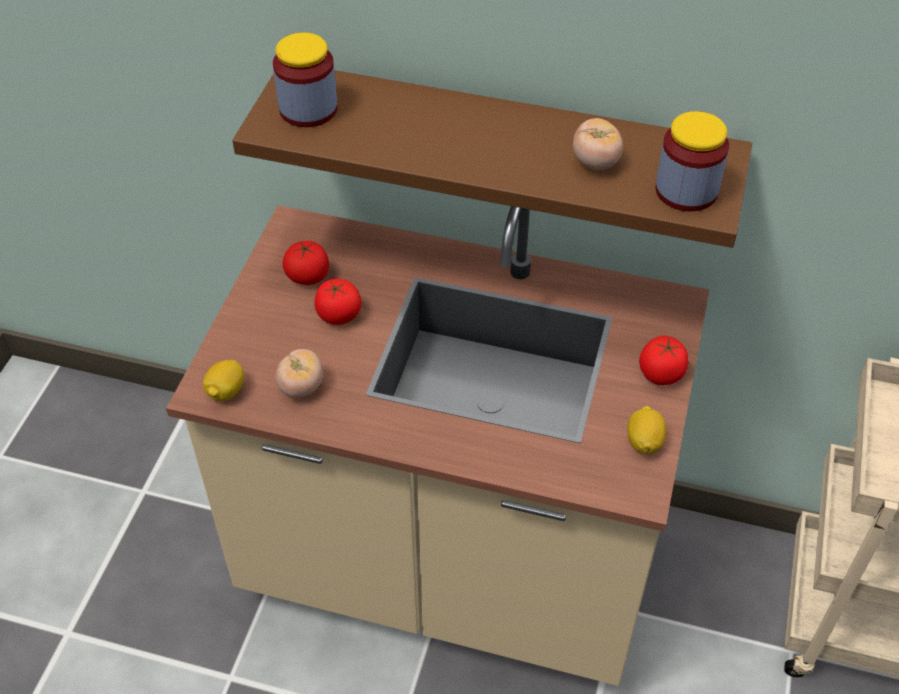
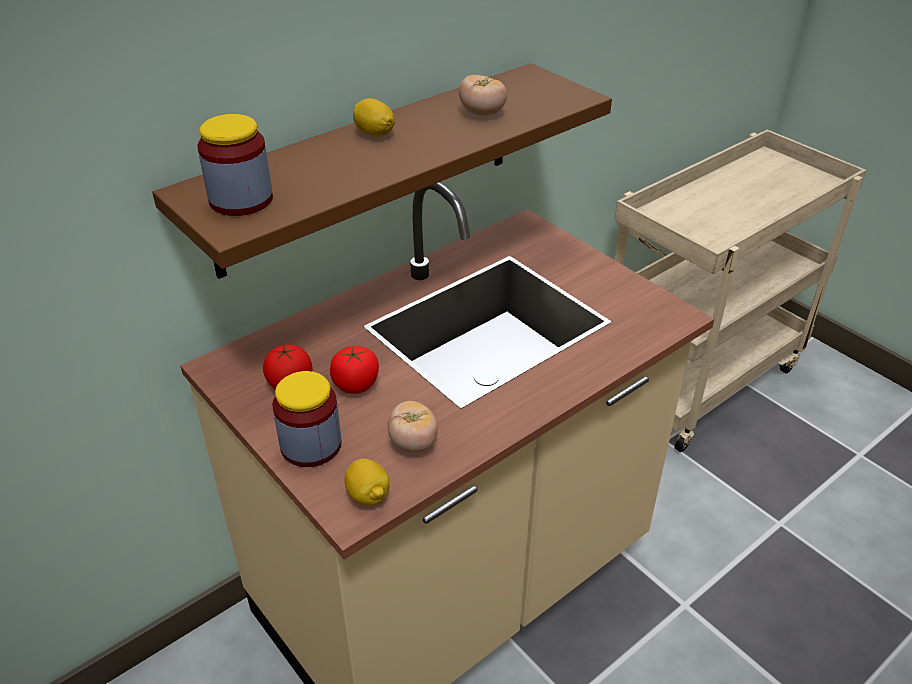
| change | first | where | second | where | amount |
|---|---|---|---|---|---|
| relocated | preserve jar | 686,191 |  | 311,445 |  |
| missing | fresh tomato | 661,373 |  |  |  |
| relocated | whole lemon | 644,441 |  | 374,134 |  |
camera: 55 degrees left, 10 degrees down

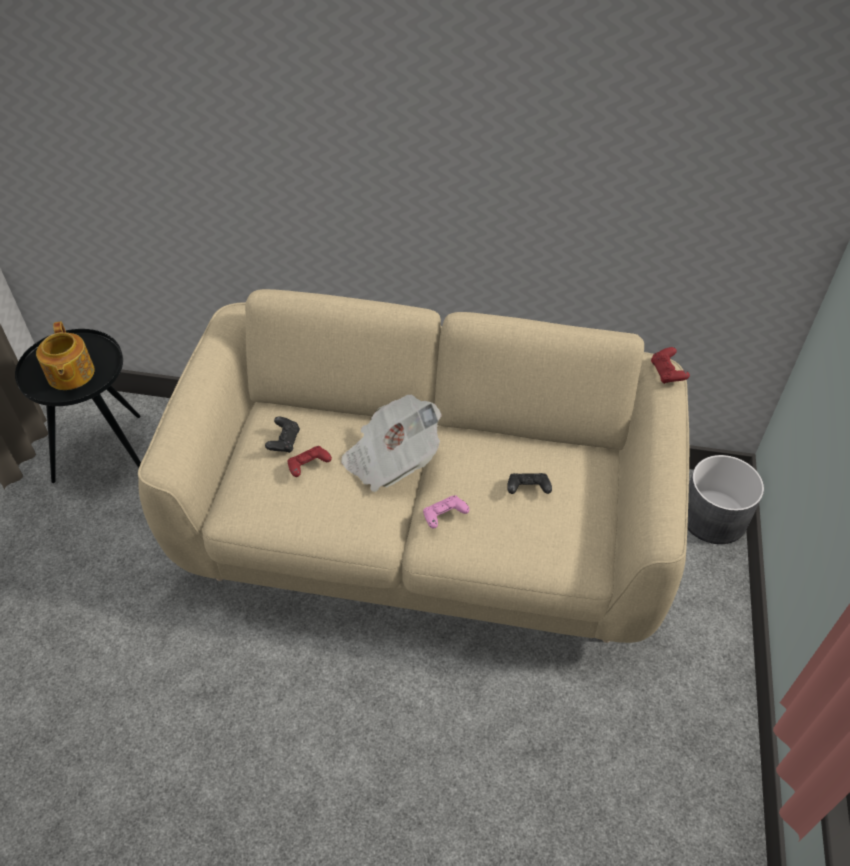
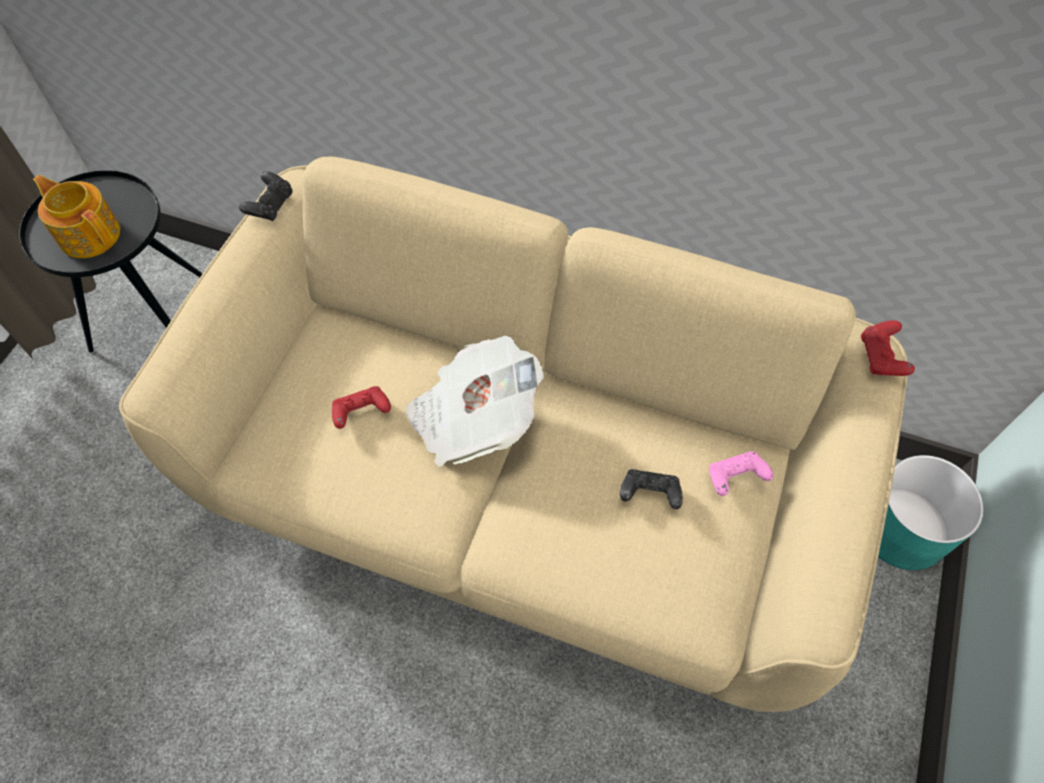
| change | first | where | second | where | amount |
|---|---|---|---|---|---|
| spun | pot for tea | 70,374 |  | 89,234 | 135 degrees clockwise |
| relocated | black-coloured game controller | 284,441 |  | 270,206 |  |
| colour | grey flower pot | 713,517 | blue-green flower pot | 903,529 |  |
| relocated | pink-coloured game controller | 444,517 |  | 735,478 |  |
camera: 10 degrees right, 10 degrees up

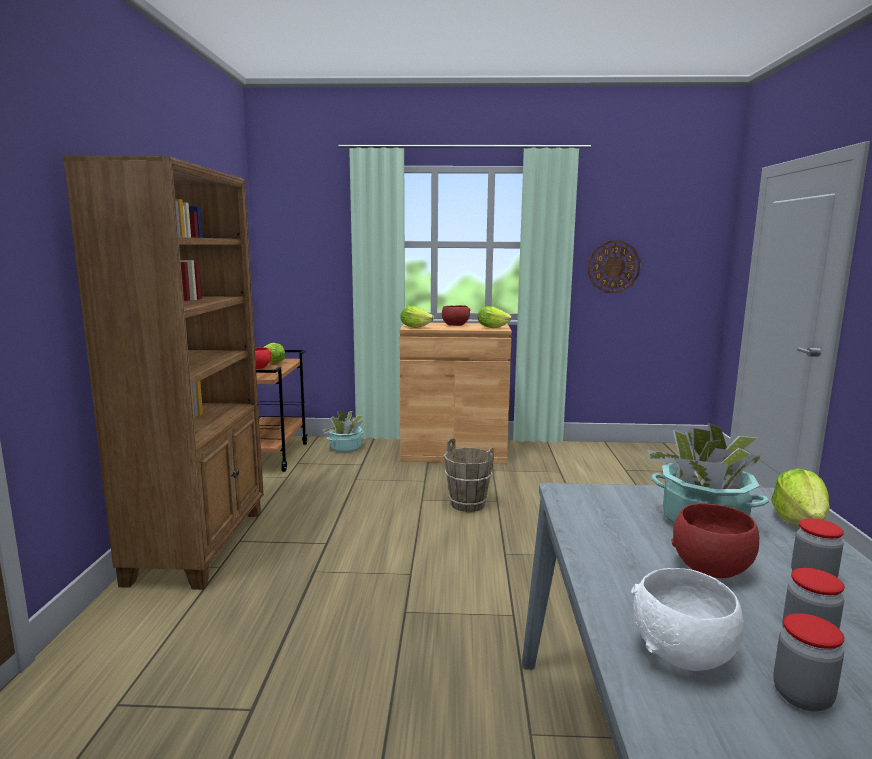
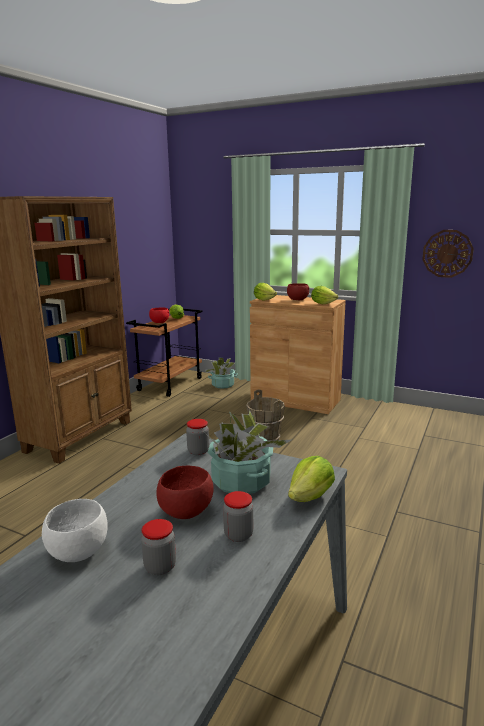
| change | first | where | second | where | amount |
|---|---|---|---|---|---|
| relocated | preserve jar | 802,696 |  | 198,451 |  |
camera: 25 degrees right, 5 degrees up

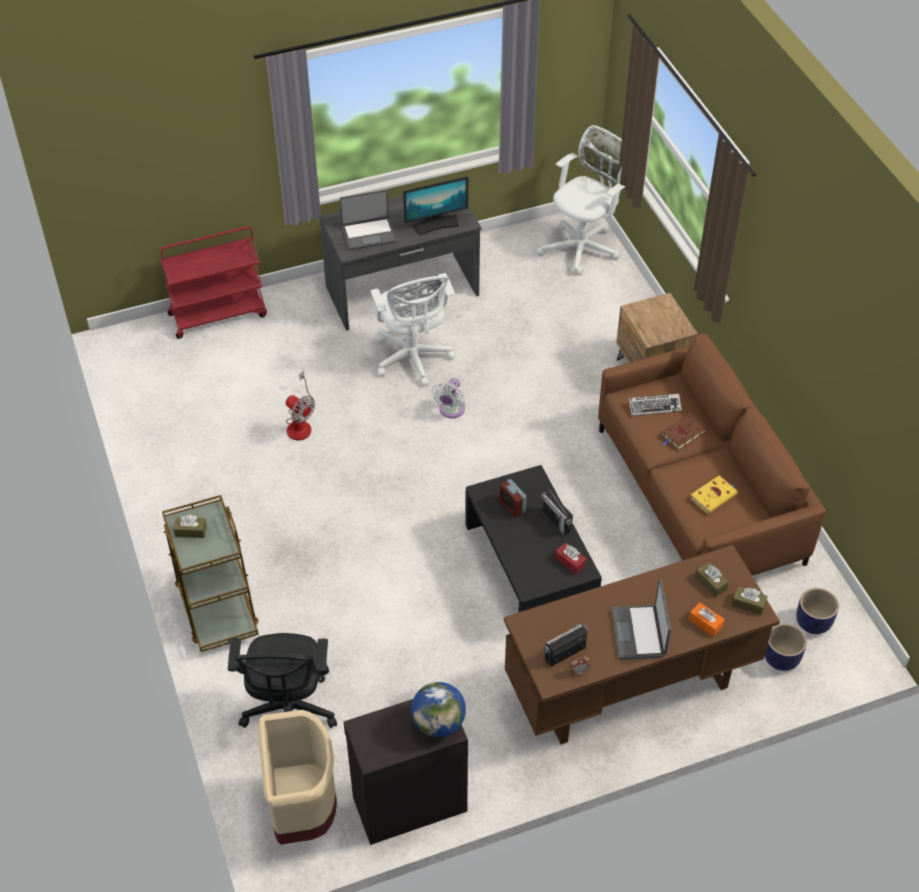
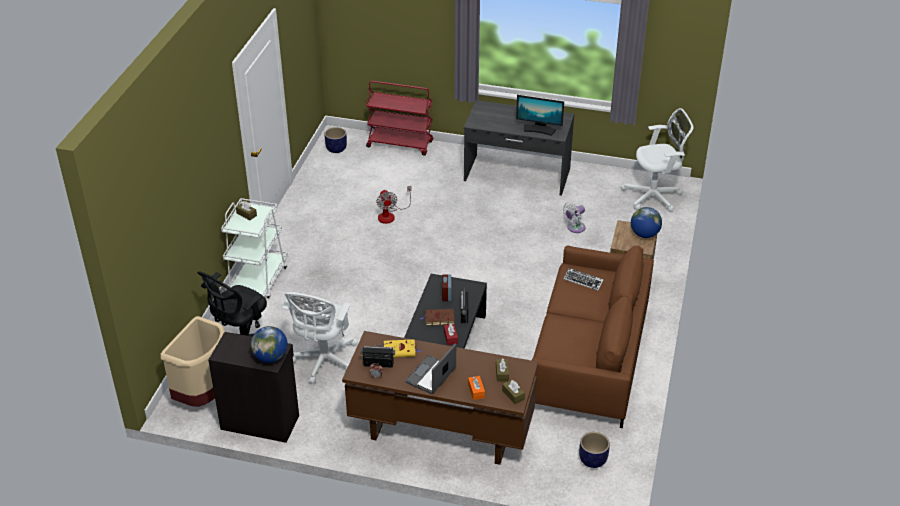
| change | first | where | second | where | amount |
|---|---|---|---|---|---|
| missing | portable computer | 368,234 |  |  |  |
| relocated | whitish office chair | 413,359 |  | 323,362 |  |
| relocated | whitish electric fan | 451,411 |  | 574,228 |  |
| relocated | brownish volume | 682,434 |  | 438,319 |  |
| relocated | yellow volume | 714,496 |  | 400,350 |  |
| colour | brownish wheeled cart | 217,607 | whitish wheeled cart | 258,280 |  |
| relocated | flower pot | 780,658 |  | 336,149 |  |
| appeared |  |  | globe | 644,234 |  |
camera: 35 degrees right, 10 degrees down

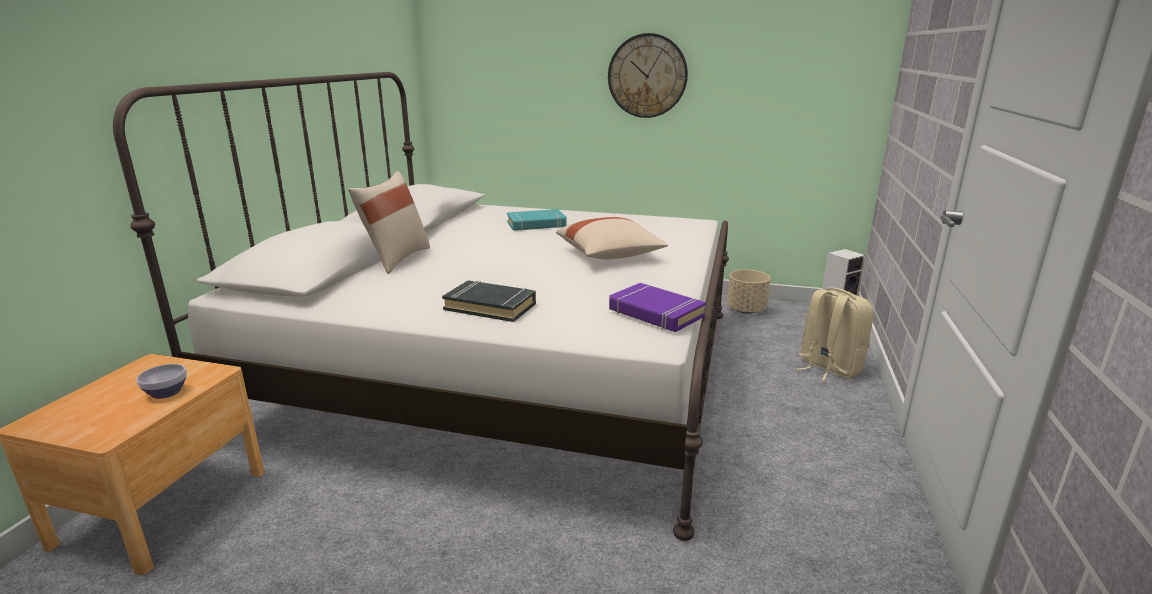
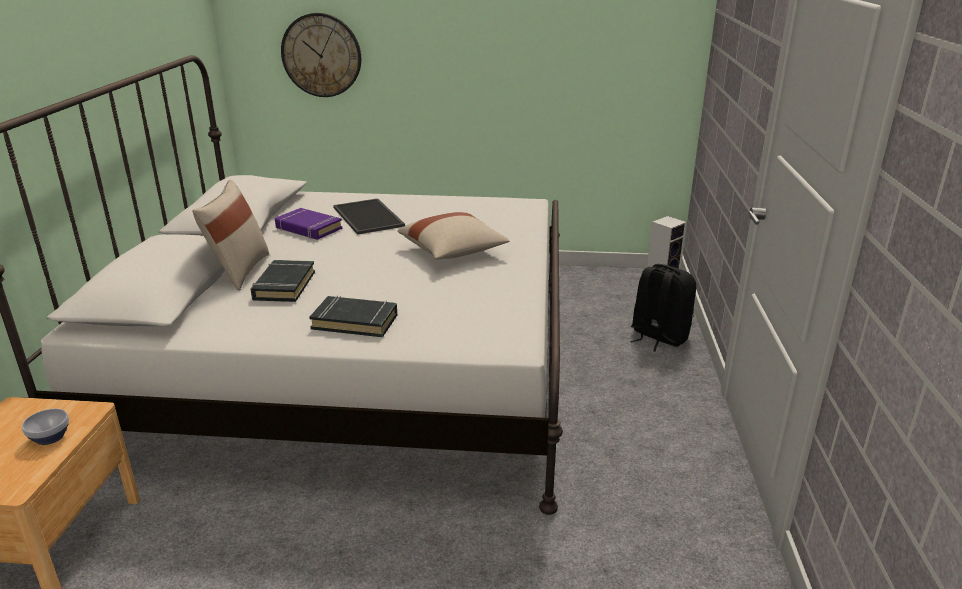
| change | first | where | second | where | amount |
|---|---|---|---|---|---|
| relocated | hanging clock | 647,76 |  | 321,55 |  |
| exchanged | blue-green volume | 536,225 | serving tray | 369,216 |  |
| missing | beige flower pot | 746,310 |  |  |  |
| relocated | purple-coloured volume | 655,313 |  | 308,228 |  |
| colour | beige backpack | 828,367 | black-coloured backpack | 658,337 |  |
| appeared |  |  | black-coloured volume | 284,286 |  |
camera: 10 degrees left, 5 degrees up

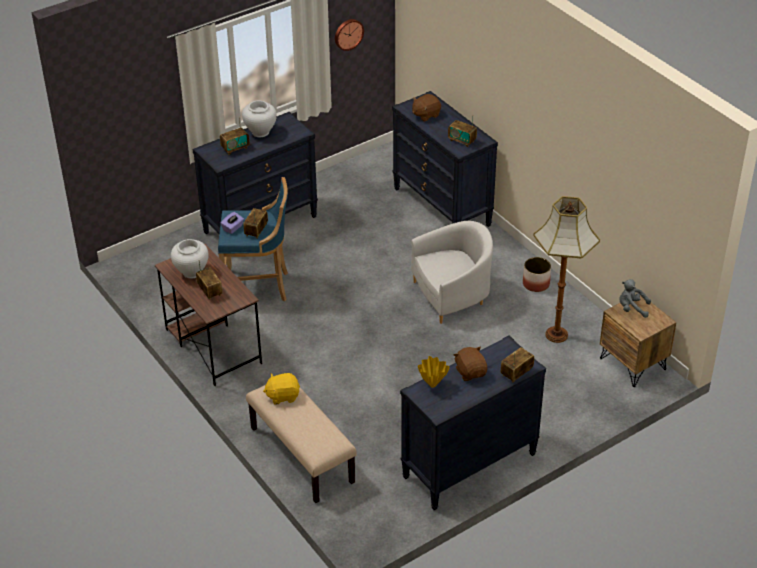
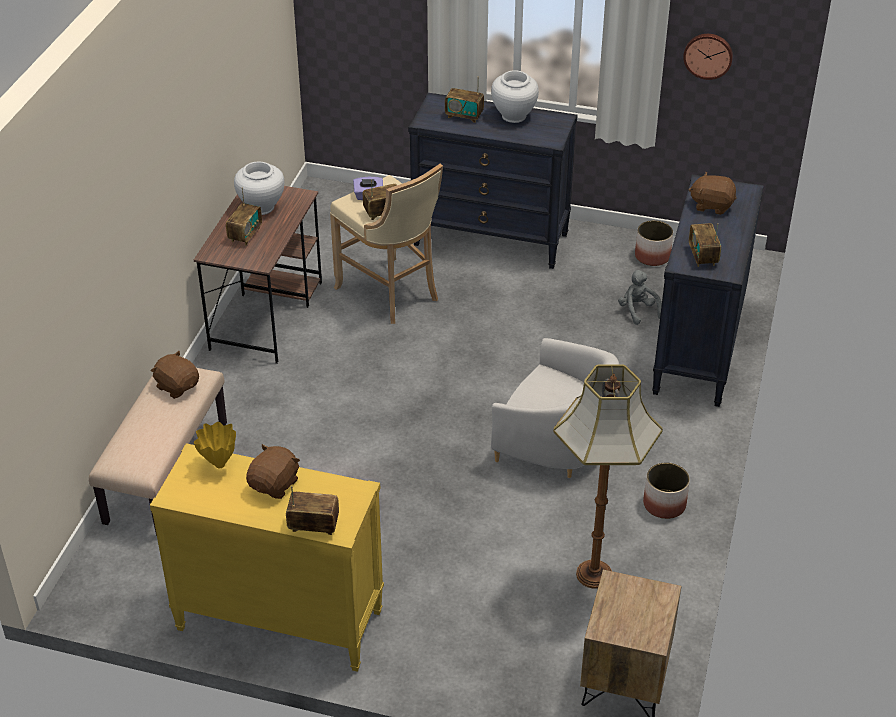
| change | first | where | second | where | amount |
|---|---|---|---|---|---|
| colour | bluish sitting stool | 258,287 | beige sitting stool | 391,294 |  |
| relocated | grey plush toy | 632,308 |  | 638,310 |  |
| colour | black-coloured drawer chest | 469,466 | yellow drawer chest | 279,621 |  |
| colour | yellow plush toy | 283,396 | brownish plush toy | 177,386 |  |
| appeared |  |  | flower pot | 652,256 |  |
camera: 50 degrees right, 0 degrees up

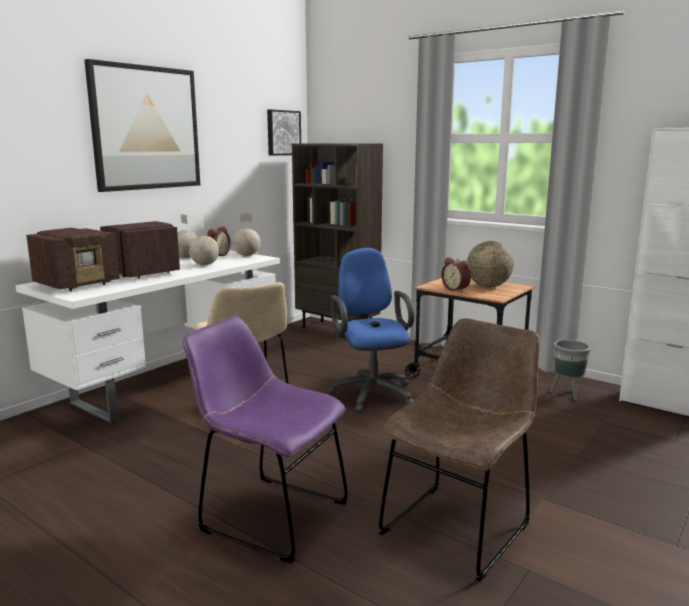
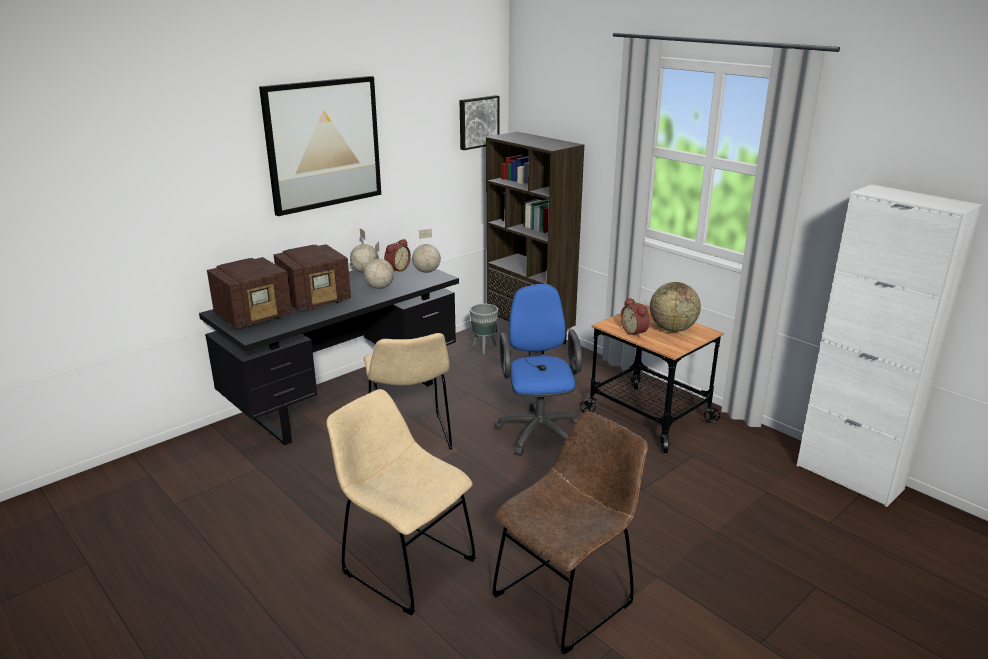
| change | first | where | second | where | amount |
|---|---|---|---|---|---|
| spun | radio | 142,273 |  | 316,299 | 90 degrees clockwise |
| colour | whitish desk unit | 170,384 | black-coloured desk unit | 345,400 |  |
| colour | purple-coloured chair | 268,514 | beige chair | 404,563 |  |
| relocated | grey flower pot | 567,394 |  | 484,348 |  |
camera: 10 degrees right, 10 degrees up

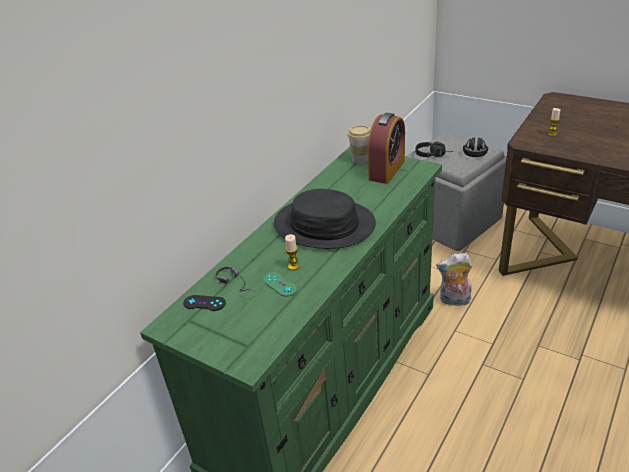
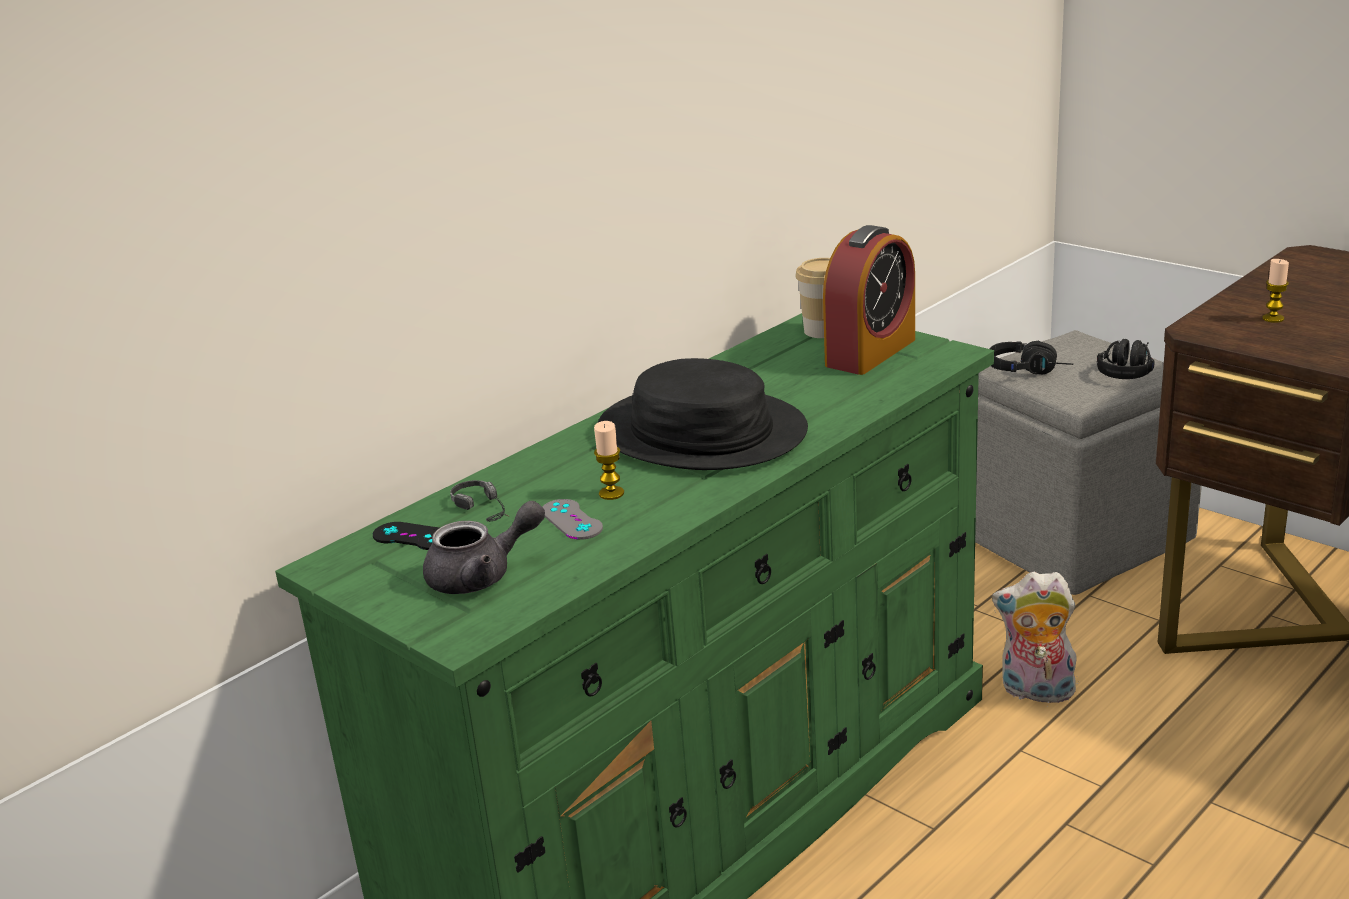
| change | first | where | second | where | amount |
|---|---|---|---|---|---|
| colour | greenish game controller | 279,284 | grey game controller | 571,520 |  |
| appeared |  |  | grey pot for tea | 482,576 |  |
camera: 10 degrees right, 10 degrees down

